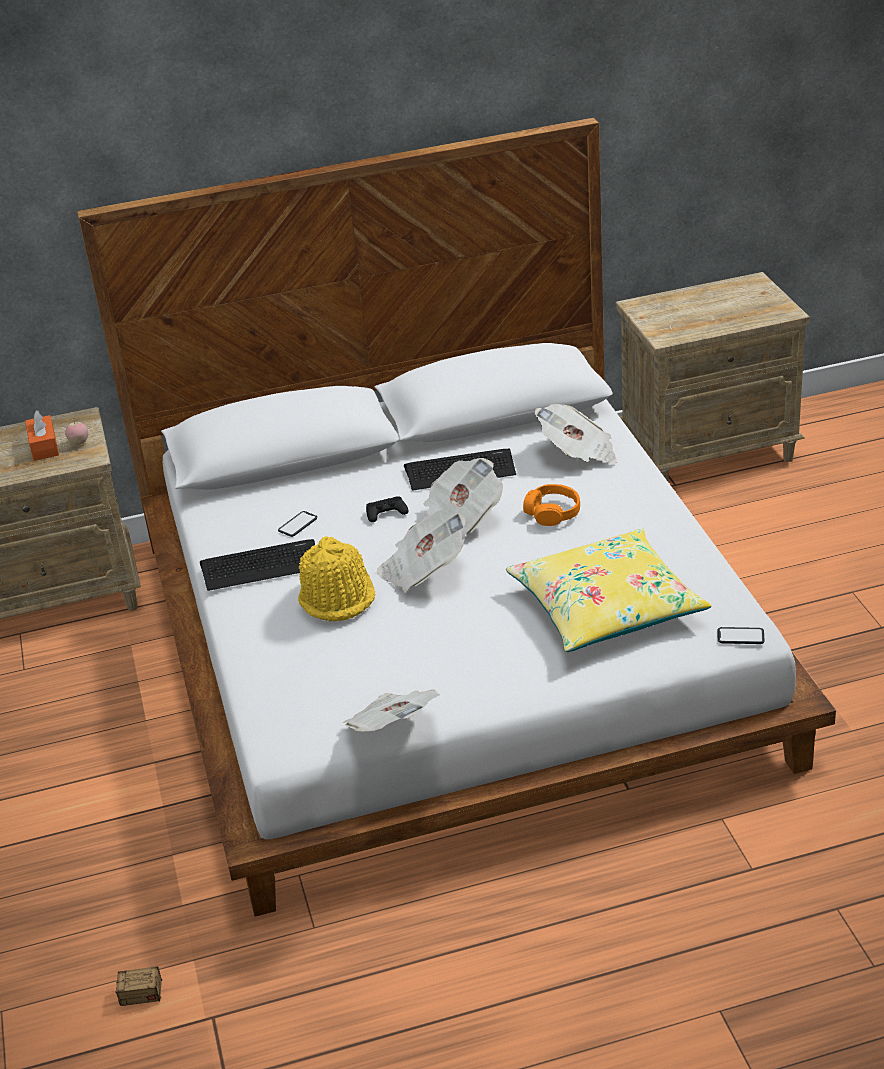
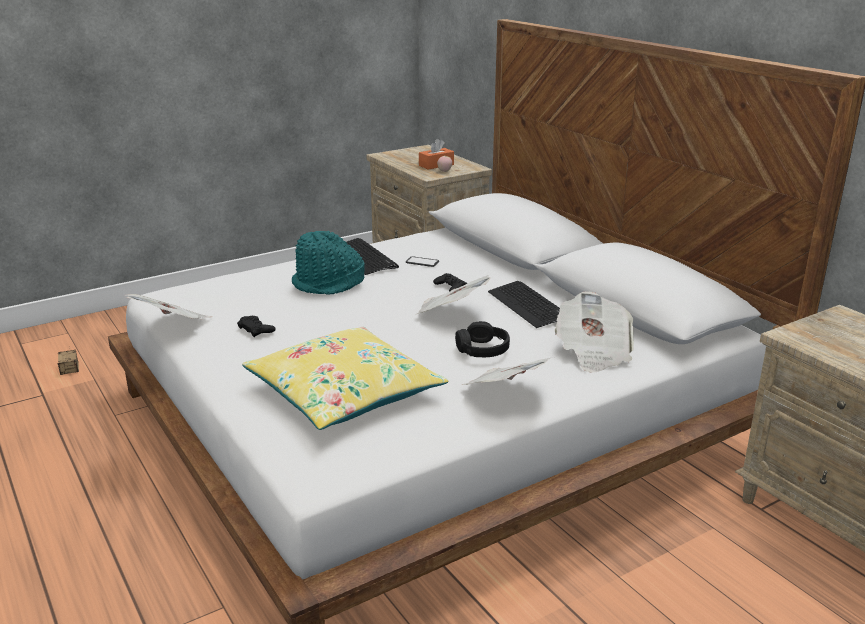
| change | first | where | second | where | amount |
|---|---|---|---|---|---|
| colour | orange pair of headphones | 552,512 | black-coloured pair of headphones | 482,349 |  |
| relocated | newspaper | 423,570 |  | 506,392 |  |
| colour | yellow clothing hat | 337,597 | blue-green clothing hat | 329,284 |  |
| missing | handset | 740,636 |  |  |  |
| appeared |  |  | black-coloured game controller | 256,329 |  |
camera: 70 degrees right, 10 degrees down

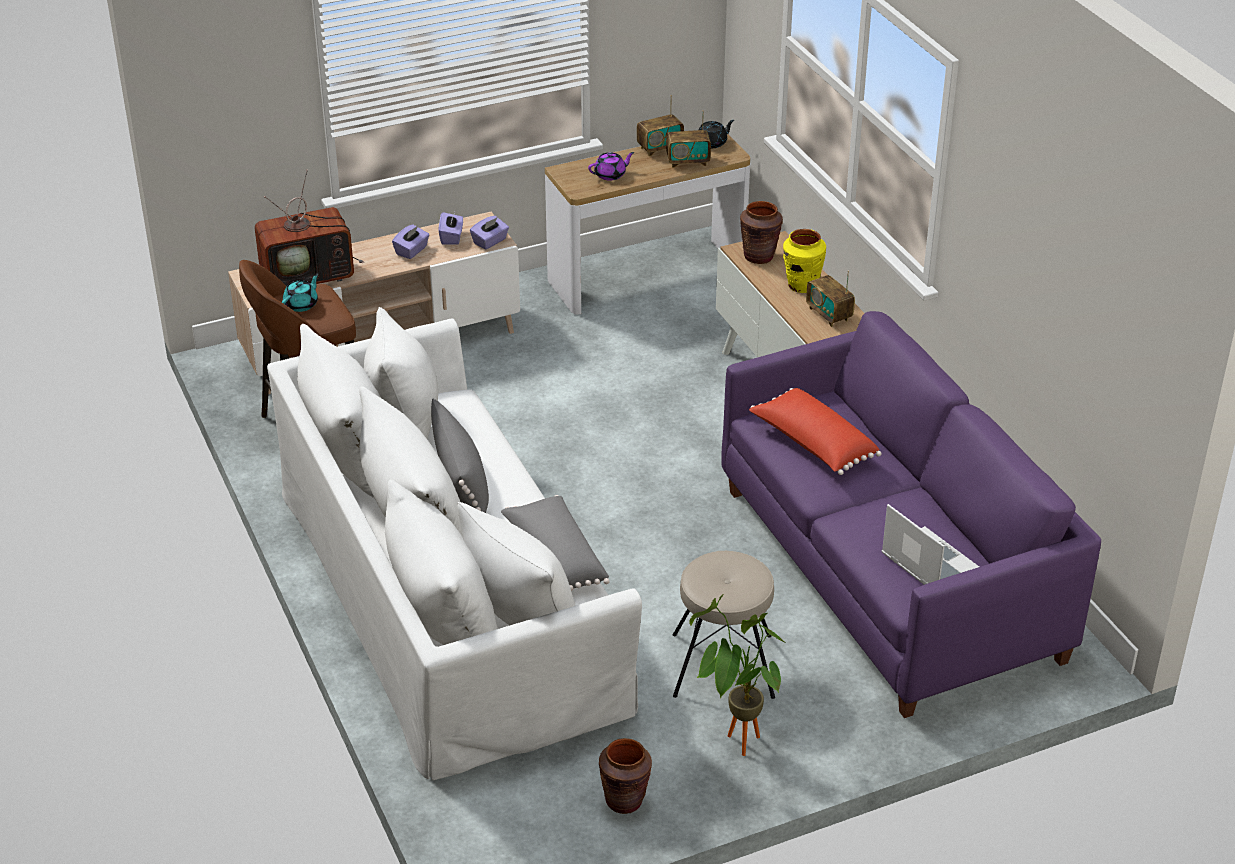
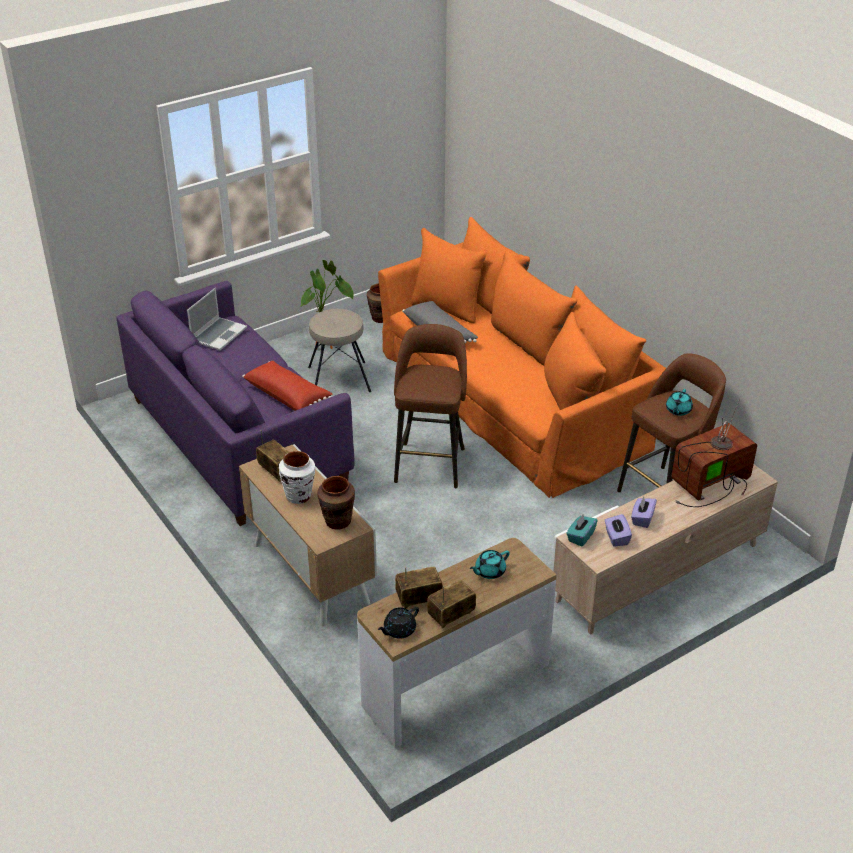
| change | first | where | second | where | amount |
|---|---|---|---|---|---|
| colour | purple-coloured pot for tea | 610,175 | blue-green pot for tea | 489,571 |  |
| colour | purple-coloured box of tissues | 490,241 | blue-green box of tissues | 580,537 |  |
| colour | yellow decorative vase | 802,285 | whitish decorative vase | 299,496 |  |
| colour | whitish sofa | 449,592 | orange sofa | 511,399 |  |
| missing | grey throw pillow | 461,479 |  |  |  |
| spun | portable computer | 928,563 |  | 218,334 | 105 degrees counterclockwise |
| appeared |  |  | brownish sitting stool | 430,463 |  |
camera: 170 degrees right, 0 degrees up

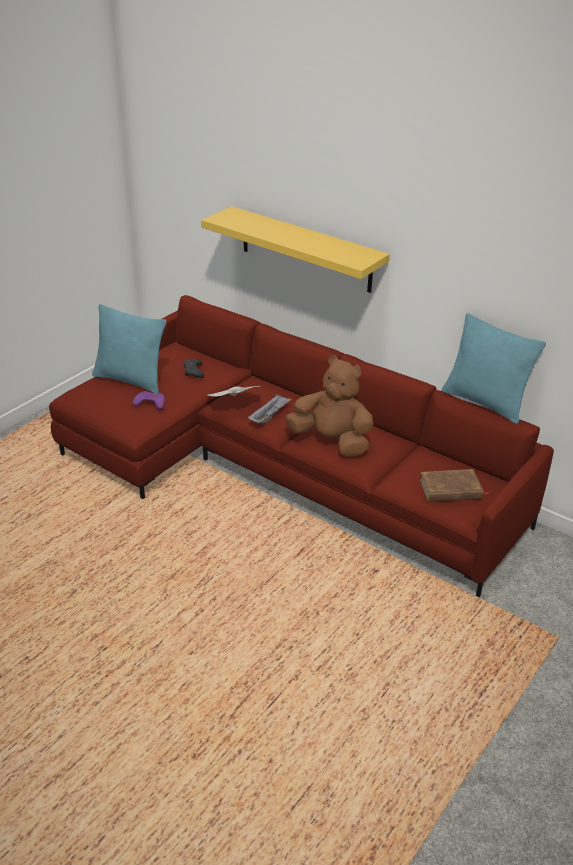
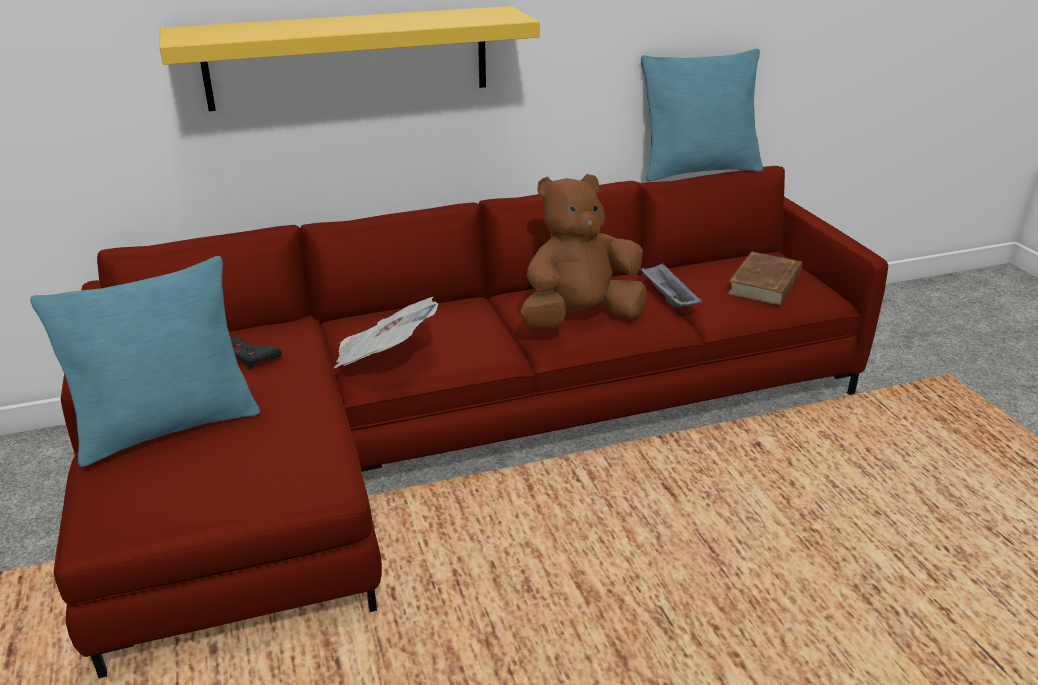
| change | first | where | second | where | amount |
|---|---|---|---|---|---|
| missing | purple-coloured game controller | 150,403 |  |  |  |
| relocated | grey serving tray | 269,416 |  | 667,298 |  |
camera: 55 degrees left, 5 degrees down

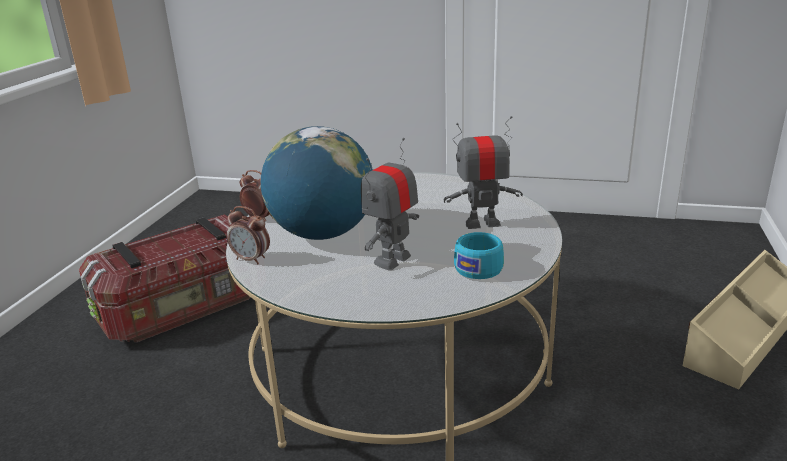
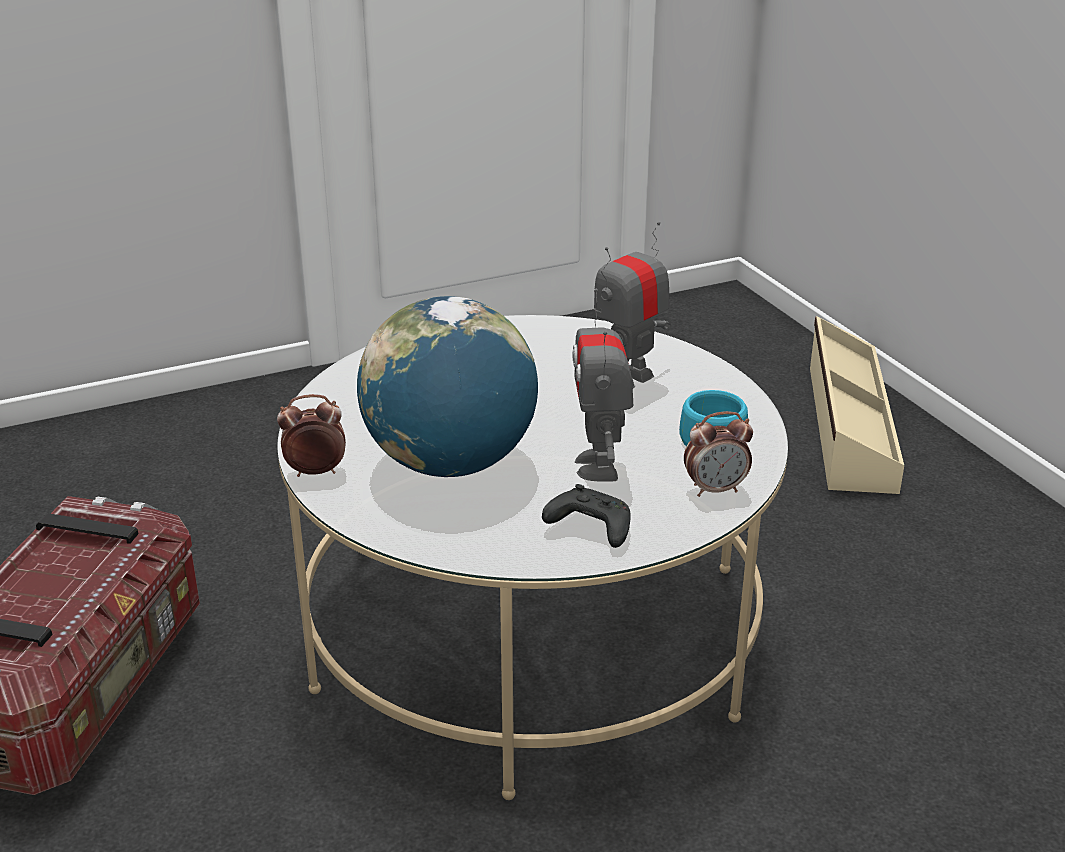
| change | first | where | second | where | amount |
|---|---|---|---|---|---|
| relocated | table clock | 251,259 |  | 715,489 |  |
| appeared |  |  | black-coloured game controller | 589,528 |  |
camera: 40 degrees left, 5 degrees up

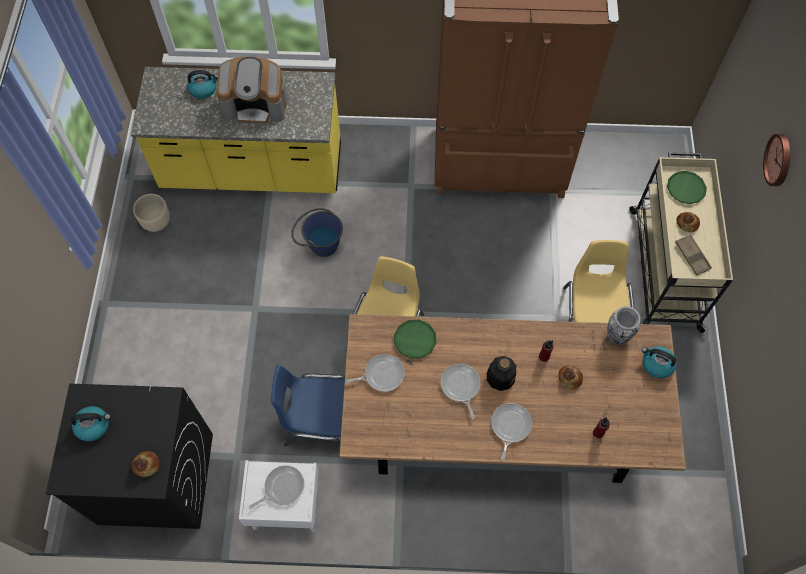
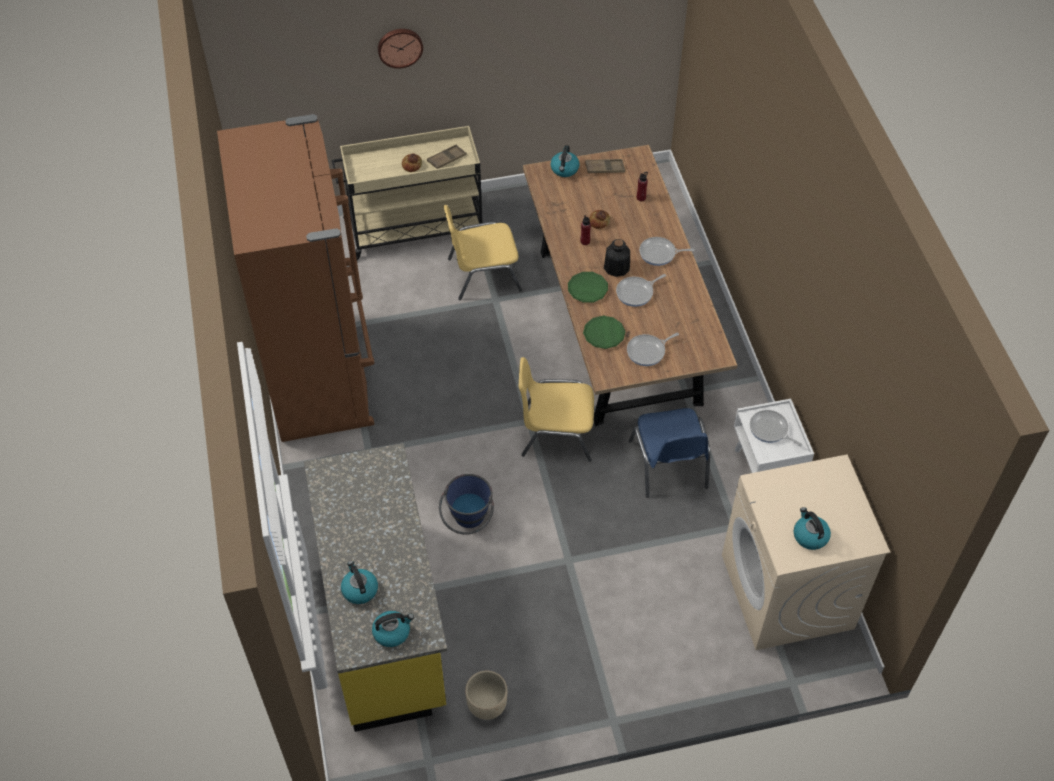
| change | first | where | second | where | amount |
|---|---|---|---|---|---|
| missing | coffee machine | 256,104 |  |  |  |
| relocated | greenish flat dish | 685,189 |  | 587,289 |  |
| missing | decorative vase | 617,337 |  |  |  |
| spun | frying pan | 381,374 |  | 648,351 | 90 degrees counterclockwise |
| colour | black-coloured washing machine | 155,479 | beige washing machine | 788,592 |  |
| missing | bakery bread | 146,464 |  |  |  |
| appeared |  |  | brownish serving tray | 604,168 |  |
| appeared |  |  | tea kettle | 392,632 |  |
camera: 105 degrees left, 10 degrees down

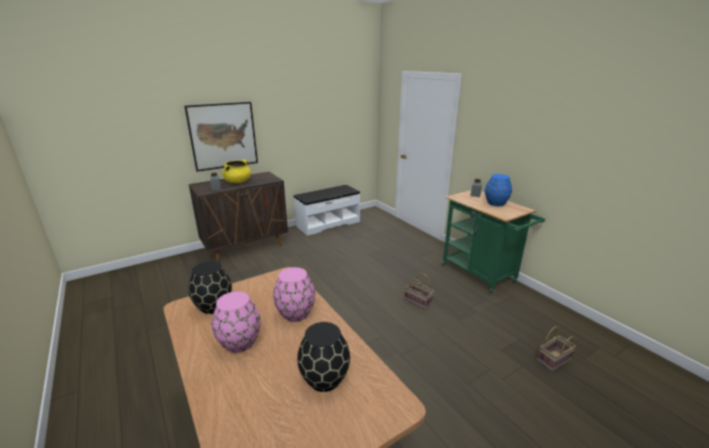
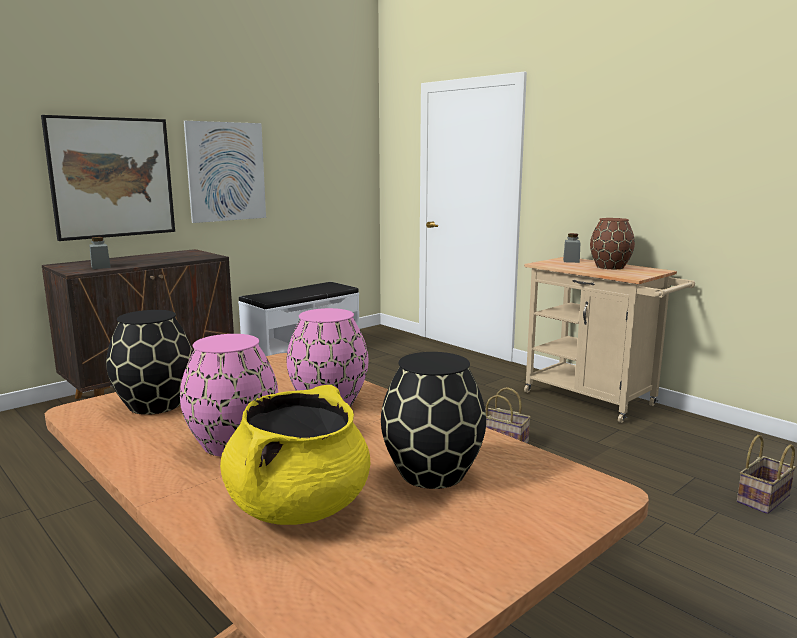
| change | first | where | second | where | amount |
|---|---|---|---|---|---|
| relocated | yellow stockpot | 238,182 |  | 299,507 |  |
| colour | bluish decorative vase | 495,203 | brownish decorative vase | 609,267 |  |
| colour | greenish wheeled cart | 481,275 | beige wheeled cart | 596,400 |  |
| appeared |  |  | wall art | 226,172 |  |
camera: 10 degrees left, 10 degrees down

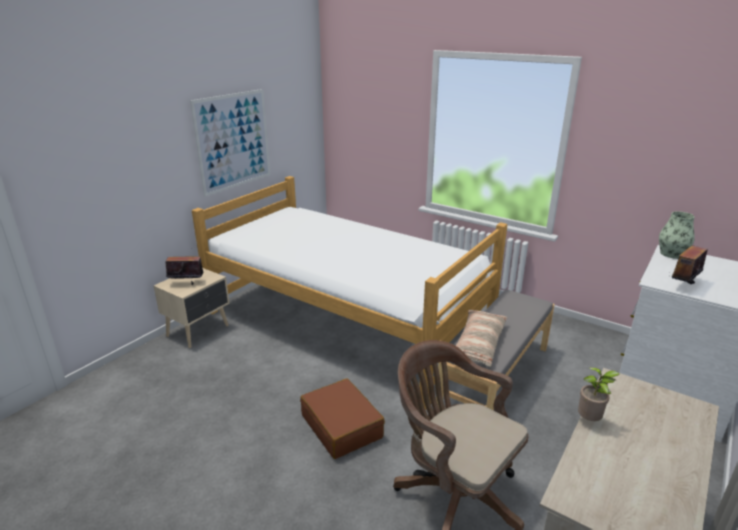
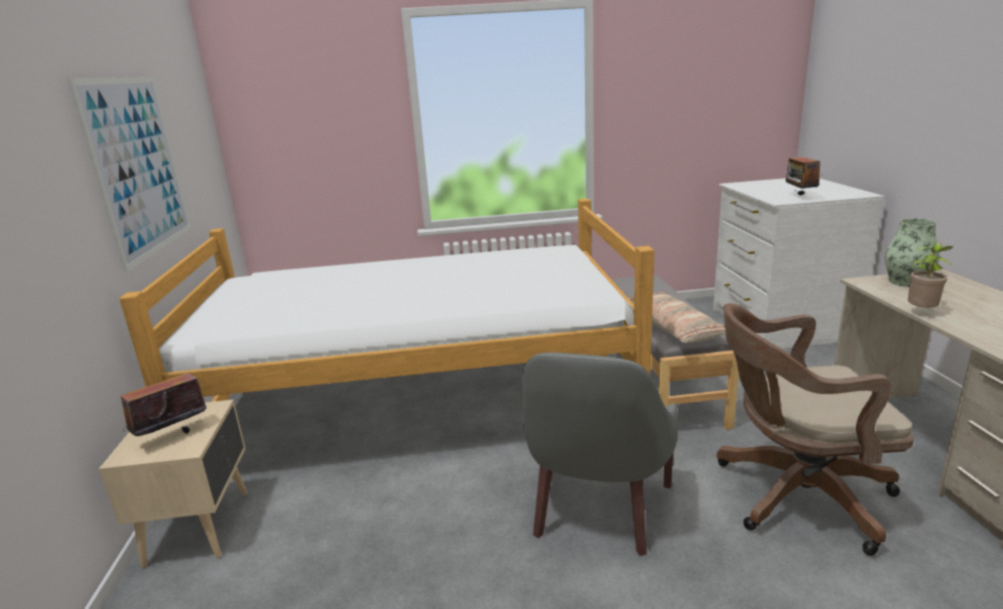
| change | first | where | second | where | amount |
|---|---|---|---|---|---|
| relocated | decorative vase | 671,254 |  | 906,281 |  |
| exchanged | brownish piece of luggage | 342,426 | grey easy chair | 596,509 |  |
camera: 40 degrees left, 5 degrees down

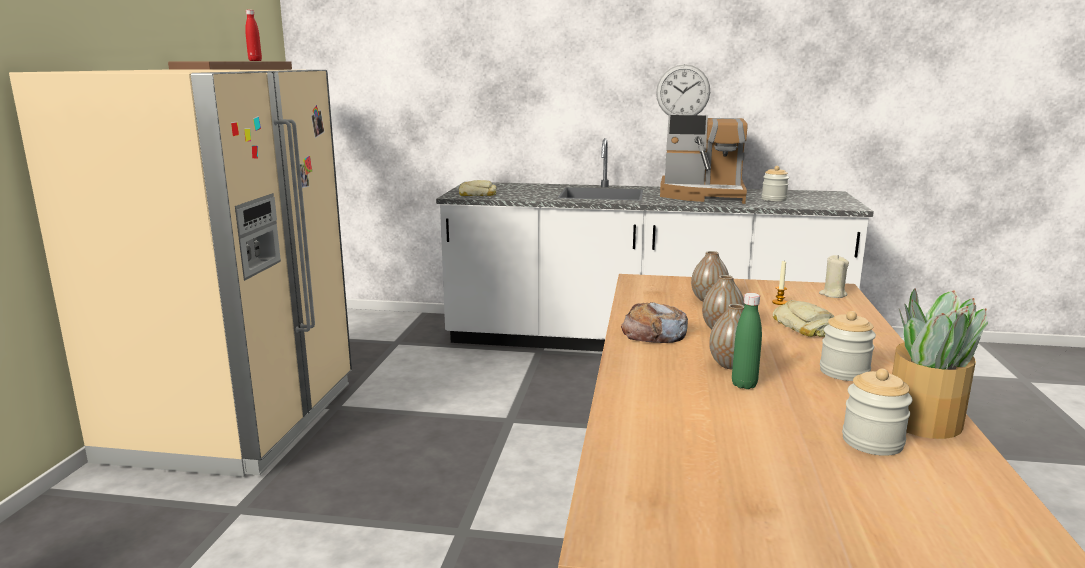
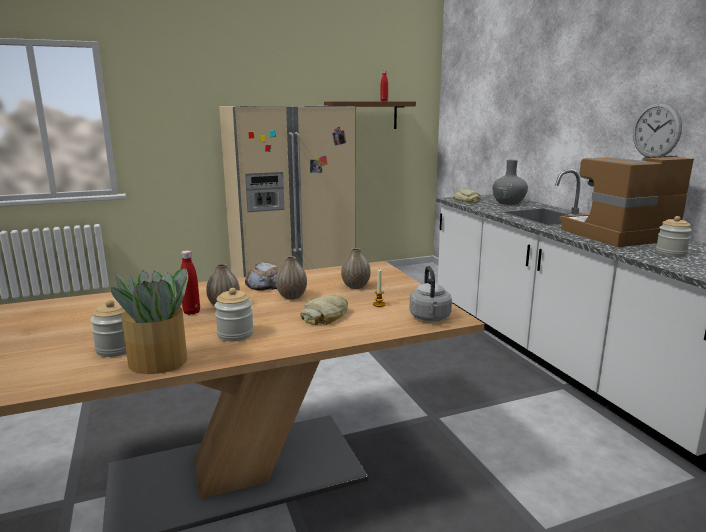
| change | first | where | second | where | amount |
|---|---|---|---|---|---|
| spun | coffee machine | 703,195 |  | 619,235 | 90 degrees clockwise |
| exchanged | beige wax candle | 833,294 | grey tea kettle | 430,318 |  |
| colour | greenish bottle | 744,385 | red-coloured bottle | 191,312 |  |
| appeared |  |  | grey decorative vase | 508,203 |  |
camera: 60 degrees right, 0 degrees up

